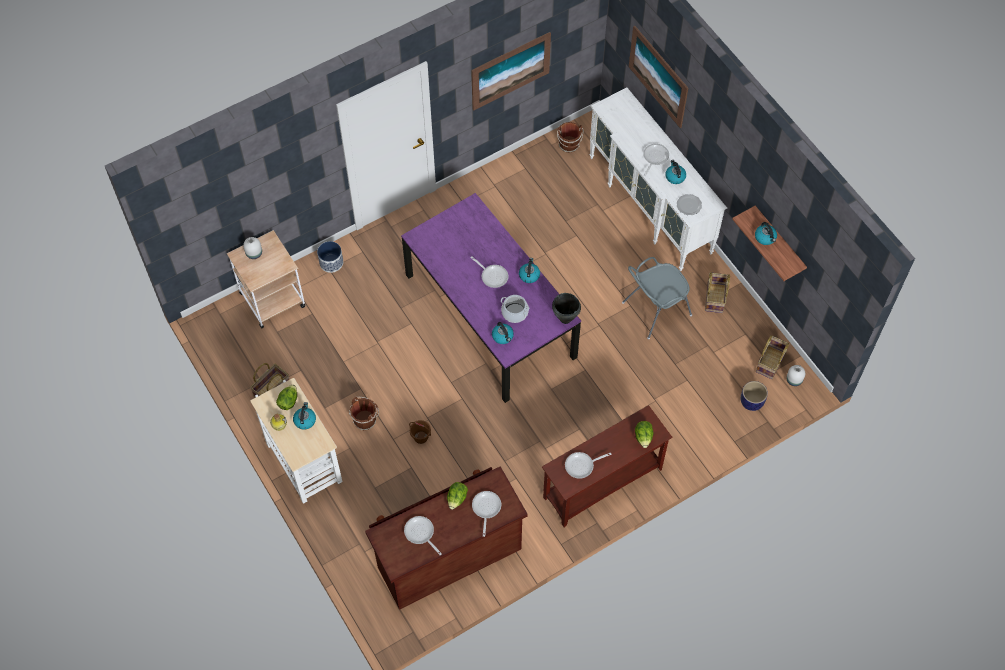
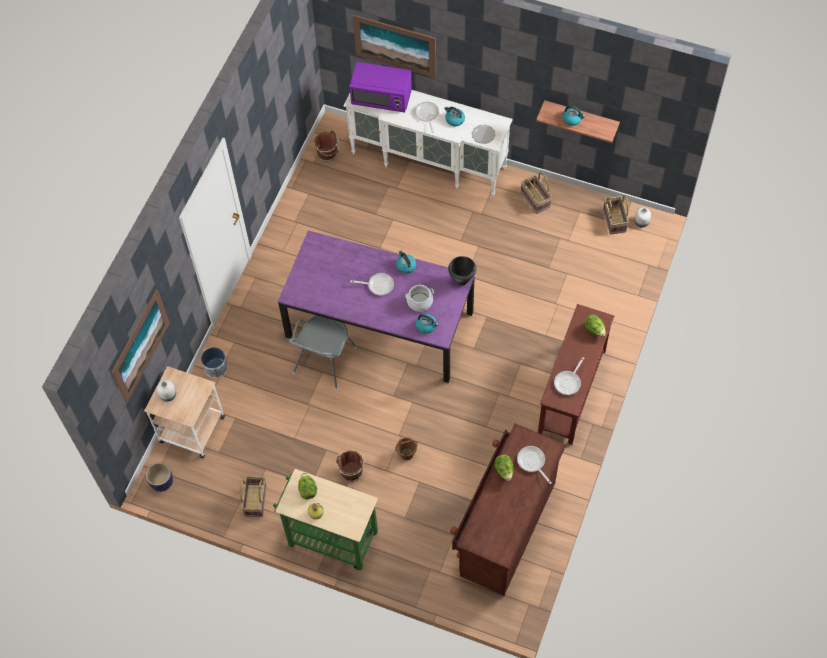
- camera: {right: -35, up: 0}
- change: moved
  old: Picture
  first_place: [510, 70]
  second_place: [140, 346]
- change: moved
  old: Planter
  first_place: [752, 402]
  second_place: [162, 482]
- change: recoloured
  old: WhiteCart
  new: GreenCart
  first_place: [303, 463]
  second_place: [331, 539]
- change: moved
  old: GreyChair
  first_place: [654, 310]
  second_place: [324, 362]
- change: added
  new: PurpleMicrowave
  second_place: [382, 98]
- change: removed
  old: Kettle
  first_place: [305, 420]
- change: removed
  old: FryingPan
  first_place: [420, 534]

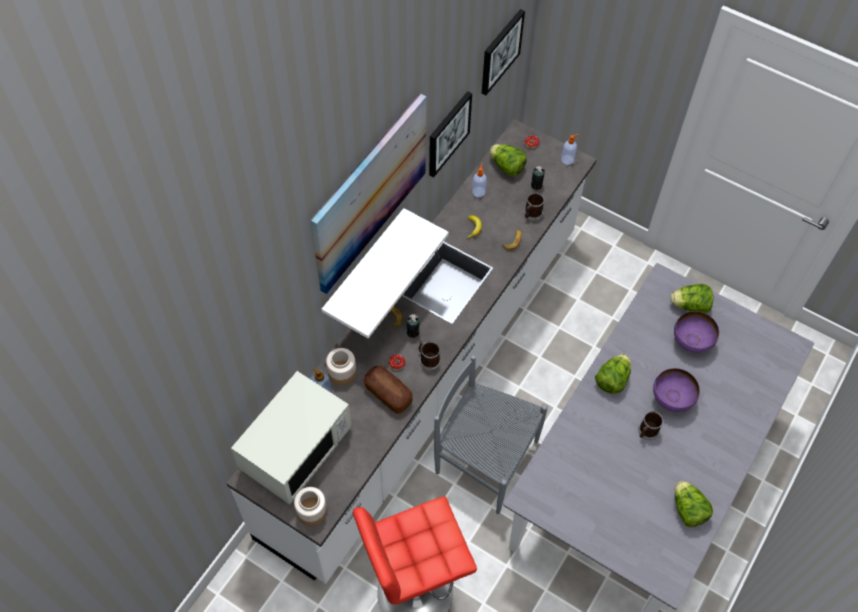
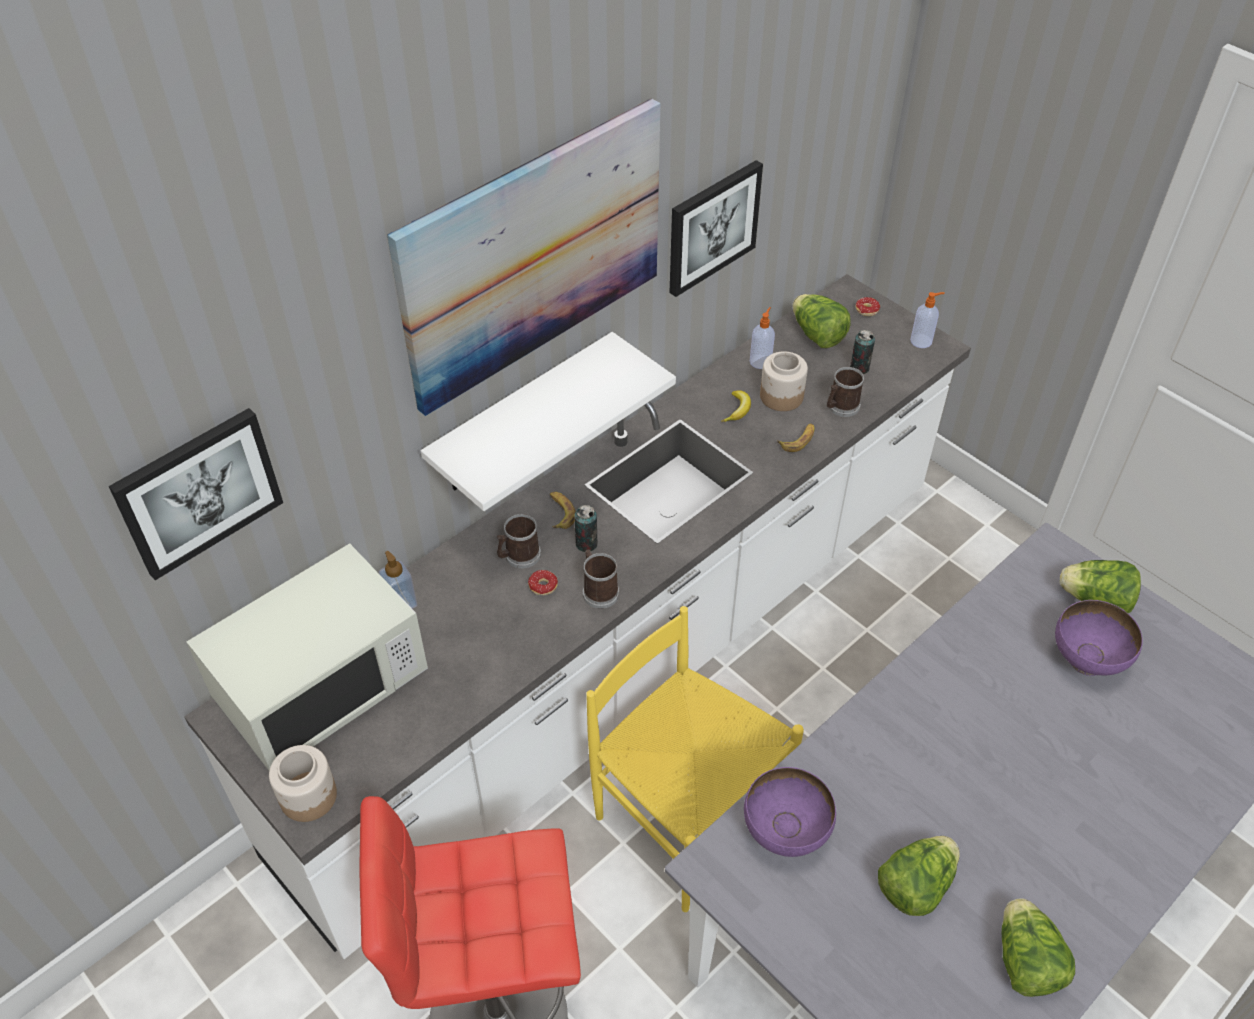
- camera: {right: 15, up: -10}
- change: moved
  old: Picture
  first_place: [500, 51]
  second_place: [198, 491]
- change: moved
  old: Mug
  first_place: [647, 432]
  second_place: [519, 556]
- change: recoloured
  old: GreyChair
  new: YellowChair
  first_place: [484, 459]
  second_place: [686, 814]
- change: moved
  old: PurpleBowl
  first_place: [671, 400]
  second_place: [784, 832]
- change: moved
  old: Jar
  first_place: [342, 372]
  second_place: [782, 396]
- change: moved
  old: Lettuce
  first_place: [612, 380]
  second_place: [915, 885]
- change: removed
  old: Bread
  first_place: [388, 394]

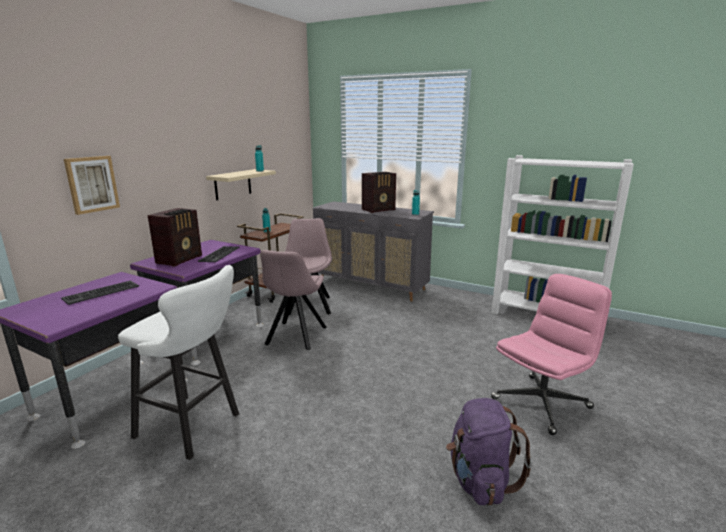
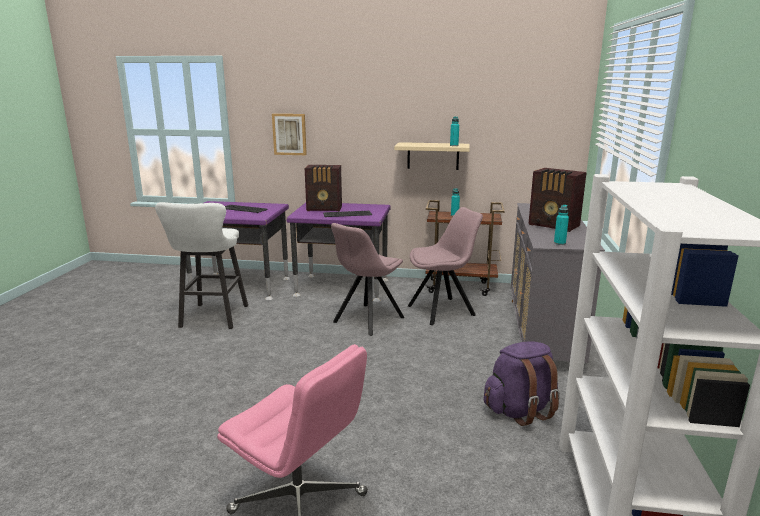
- camera: {right: 70, up: 0}
- change: turned
  old: PinkChair
  first_place: [295, 336]
  second_place: [367, 319]
  degrees: -45
- change: moved
  old: PurpleBackpack
  first_place: [480, 480]
  second_place: [520, 410]

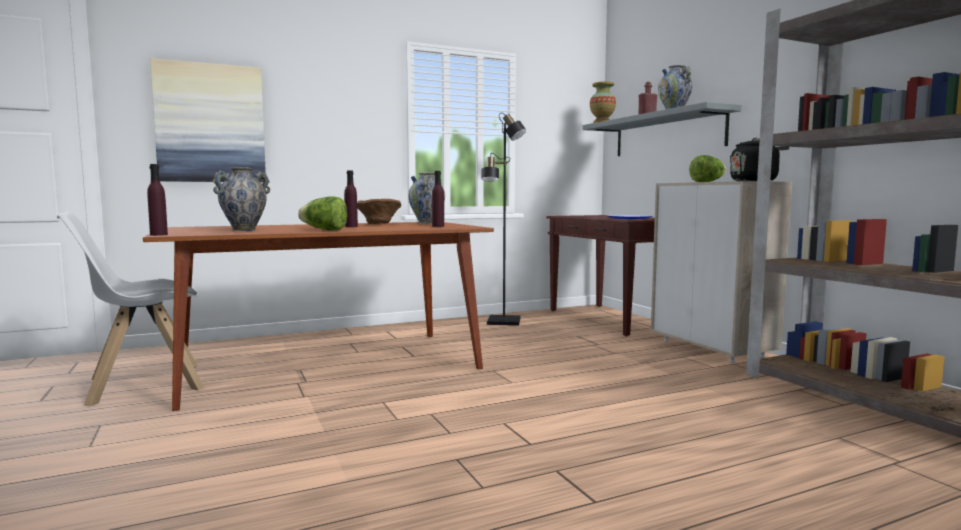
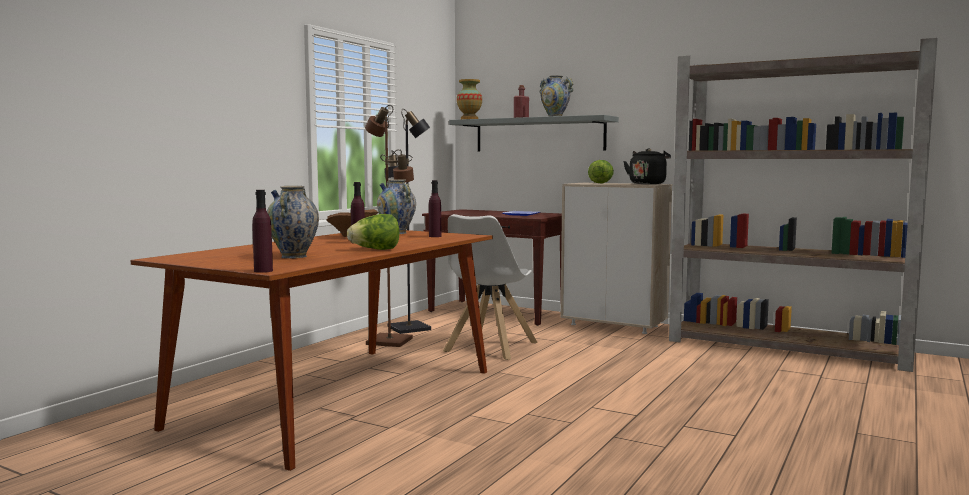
- camera: {right: -35, up: 0}
- change: added
  new: BrownFloorLamp
  second_place: [389, 341]
- change: moved
  old: Chair
  first_place: [141, 385]
  second_place: [489, 348]
- change: removed
  old: Picture
  first_place: [210, 123]

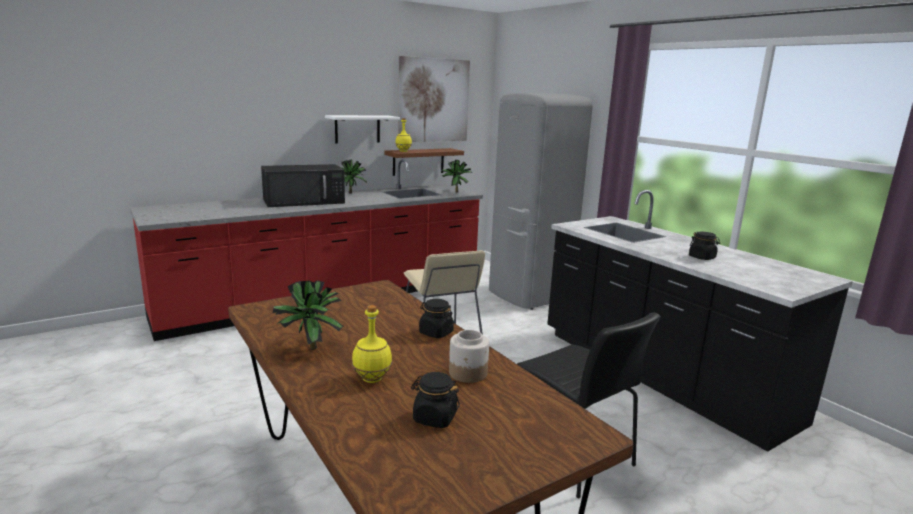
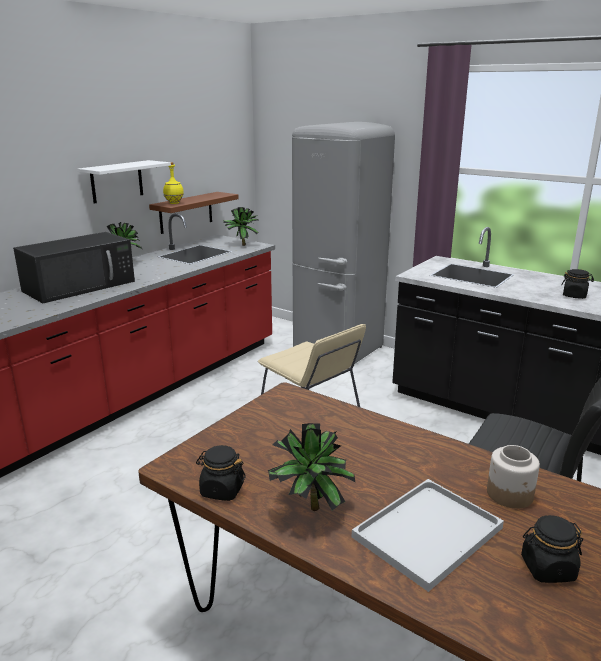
- camera: {right: -20, up: 5}
- change: moved
  old: BlackJar
  first_place: [435, 333]
  second_place: [221, 490]
- change: replaced
  old: YellowBottle
  new: WhiteTray
  first_place: [371, 379]
  second_place: [427, 534]
- change: removed
  old: Picture
  first_place: [433, 100]

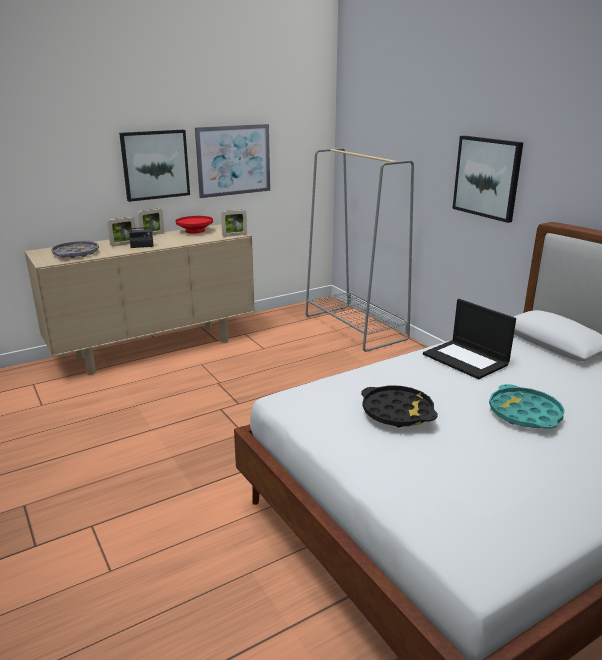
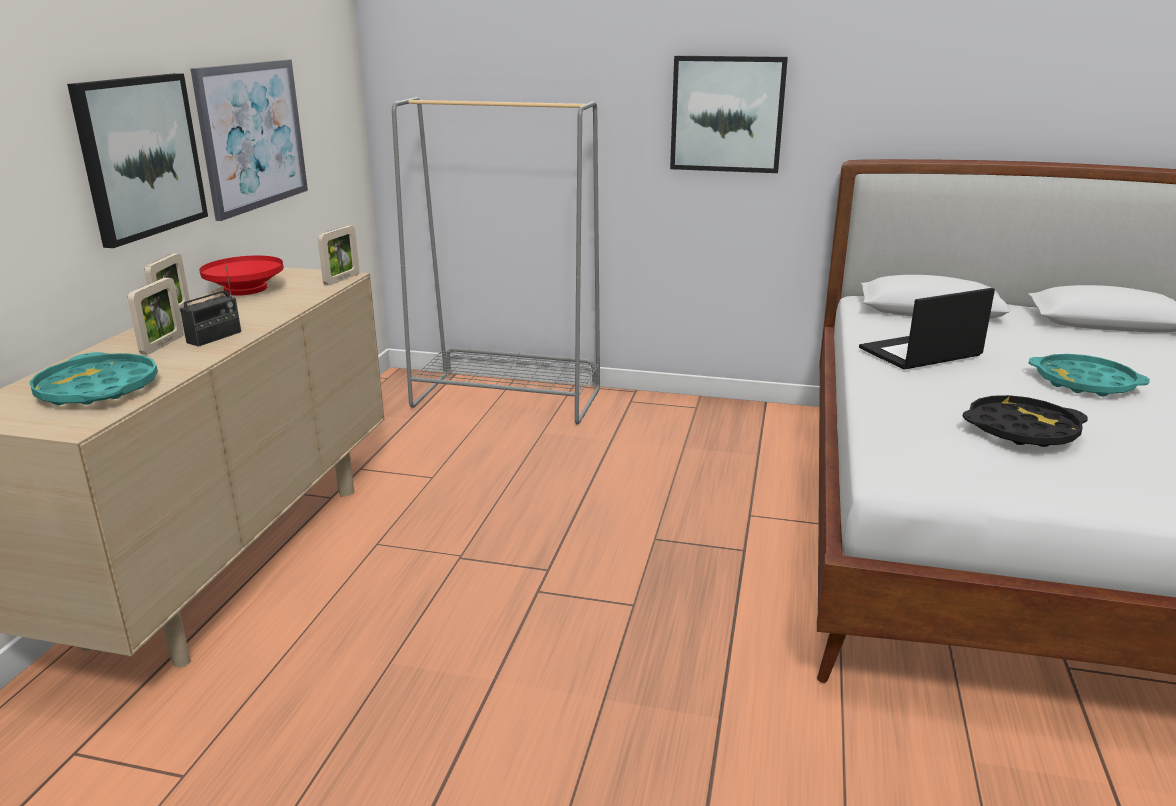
- camera: {right: -45, up: 0}
- change: recoloured
  old: GreyTray
  new: TurquoiseTray
  first_place: [76, 253]
  second_place: [98, 389]
- change: turned
  old: Laptop
  first_place: [466, 359]
  second_place: [919, 353]
  degrees: 150

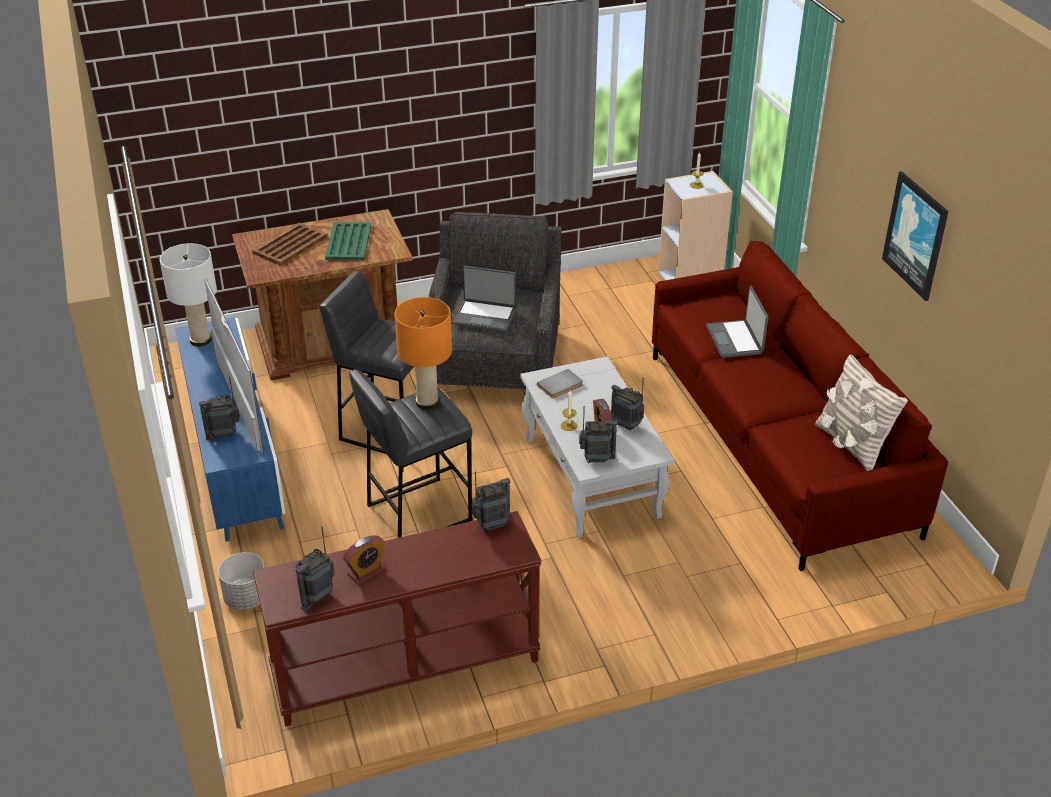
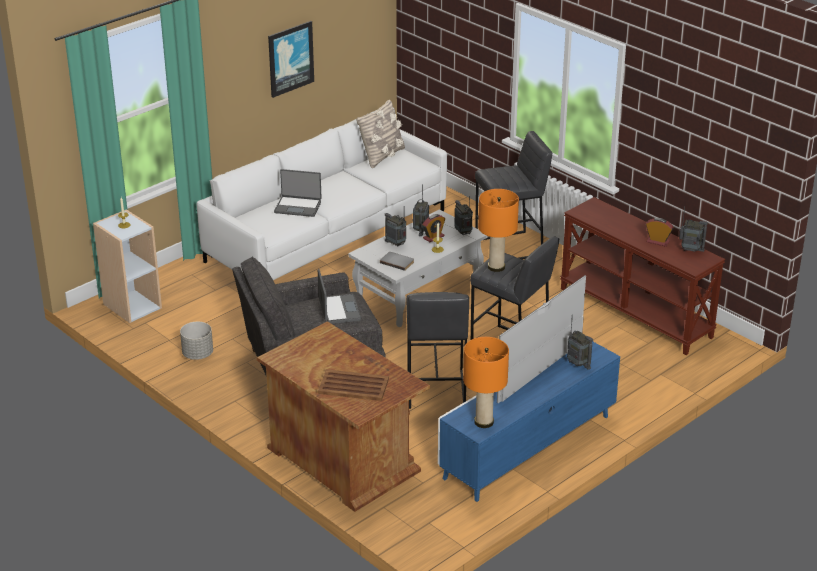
- camera: {right: -115, up: -5}
- change: moved
  old: GreyPlanter
  first_place: [246, 598]
  second_place: [198, 354]
- change: recoloured
  old: RedSofa
  new: WhiteSofa
  first_place: [776, 442]
  second_place: [328, 236]
- change: turned
  old: Laptop
  first_place: [735, 340]
  second_place: [298, 207]
  degrees: 45
- change: moved
  old: Radio
  first_place: [492, 526]
  second_place: [396, 244]
- change: recoloured
  old: WhiteTableLamp
  new: OrangeTableLamp
  first_place: [200, 340]
  second_place: [484, 422]
- change: added
  new: GreyStool
  second_place: [510, 248]
- change: removed
  old: GreenTray
  first_place: [349, 242]

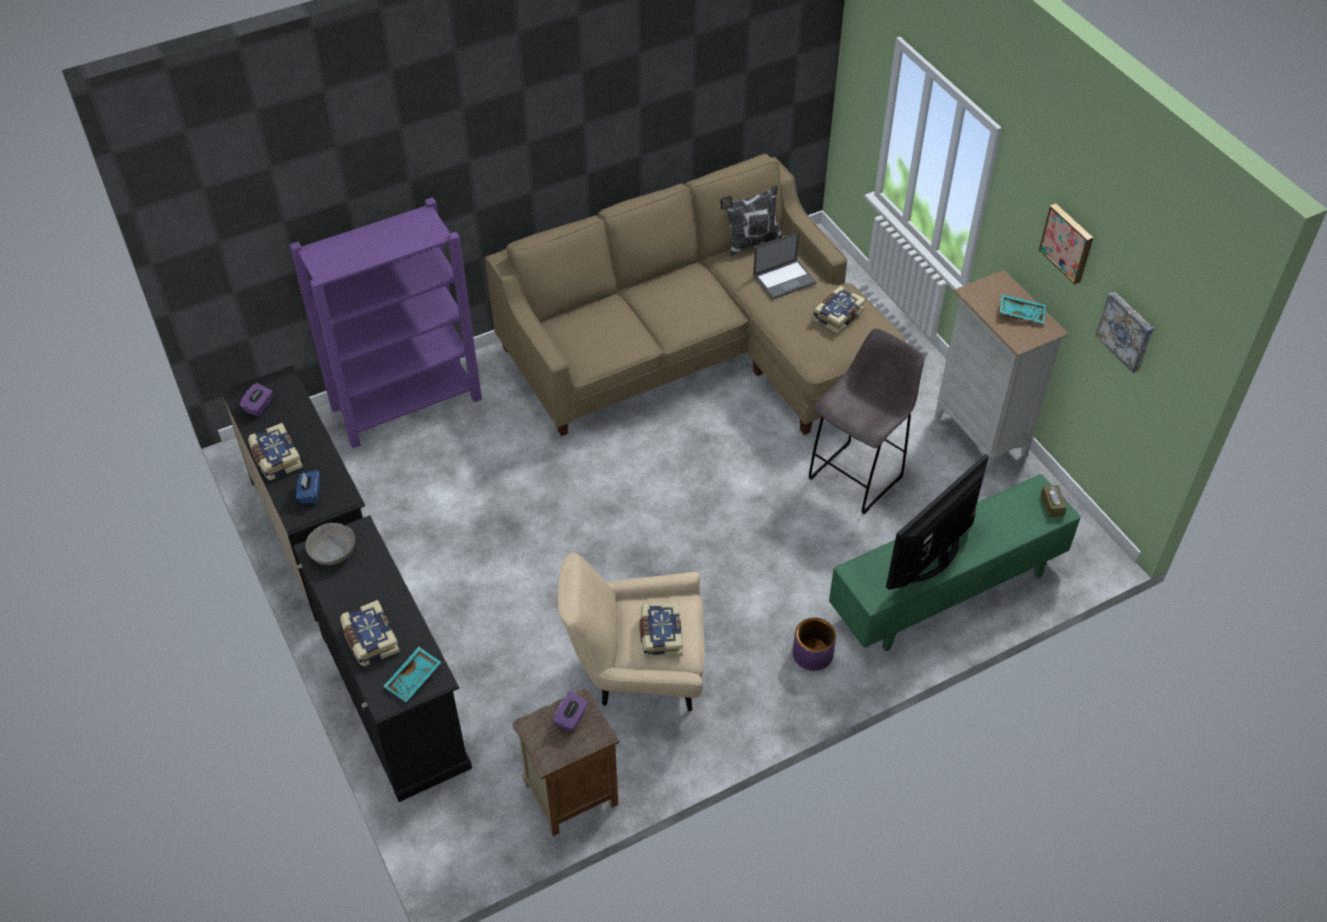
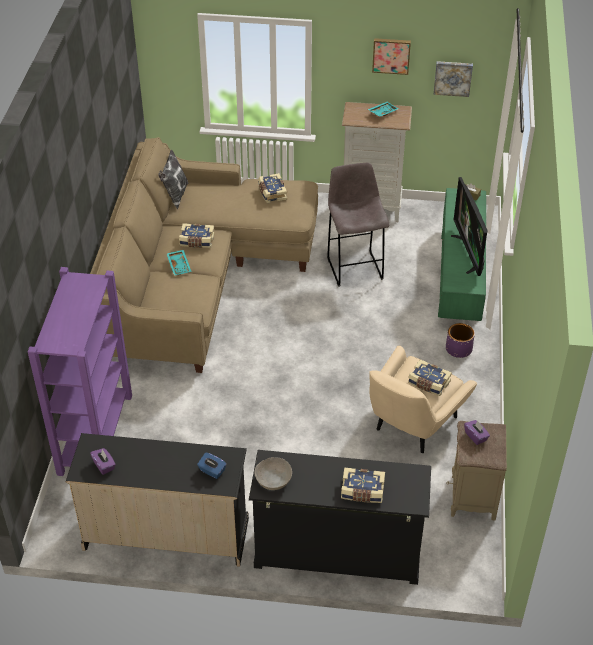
- camera: {right: -55, up: -5}
- change: moved
  old: TurquoiseTray
  first_place: [414, 679]
  second_place: [179, 265]
- change: moved
  old: Book
  first_place: [275, 458]
  second_place: [197, 241]
- change: removed
  old: Laptop
  first_place: [785, 279]

